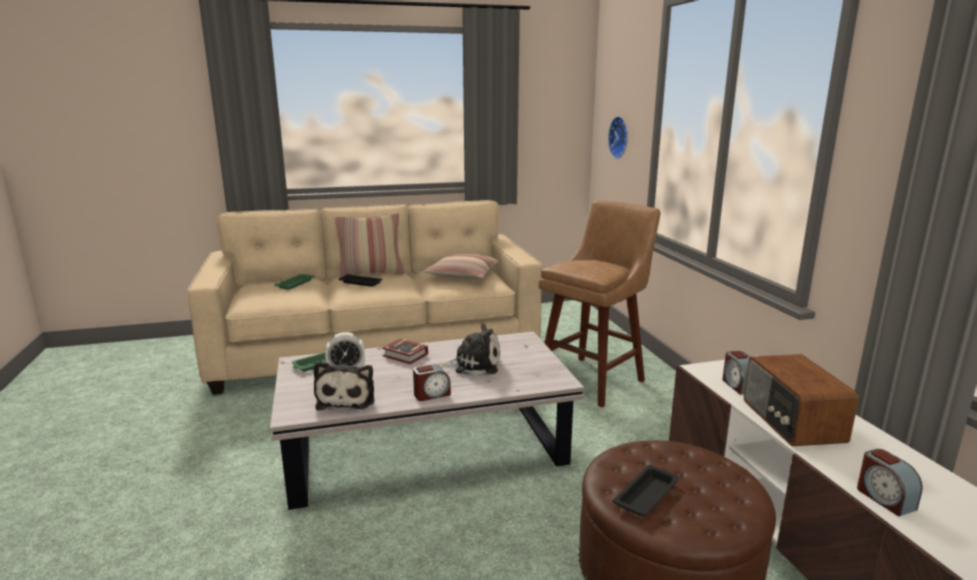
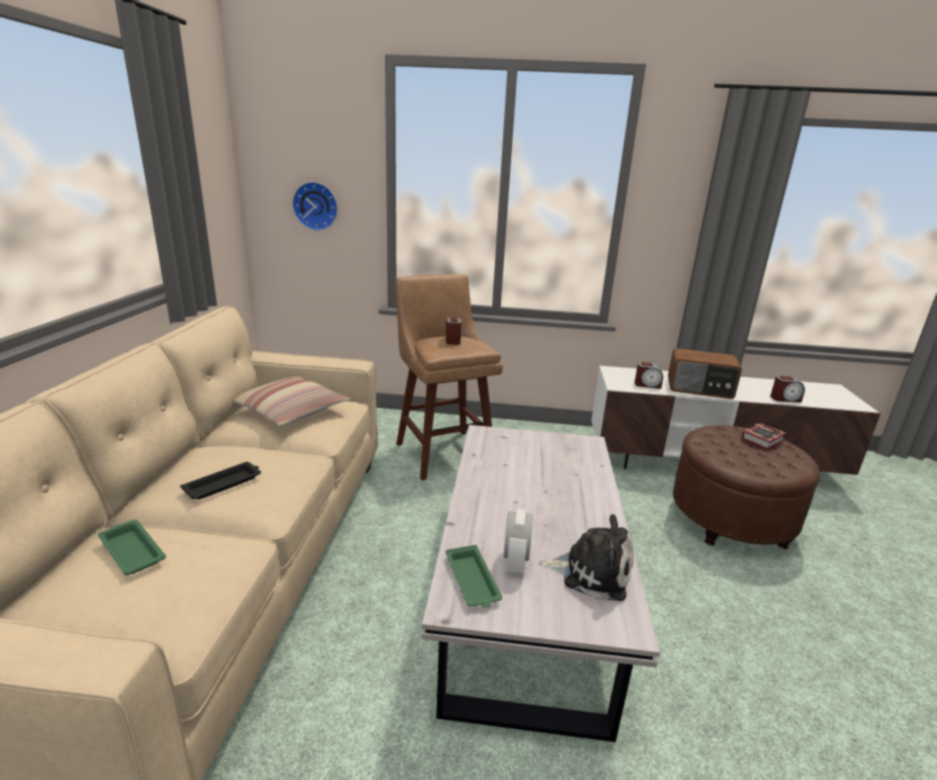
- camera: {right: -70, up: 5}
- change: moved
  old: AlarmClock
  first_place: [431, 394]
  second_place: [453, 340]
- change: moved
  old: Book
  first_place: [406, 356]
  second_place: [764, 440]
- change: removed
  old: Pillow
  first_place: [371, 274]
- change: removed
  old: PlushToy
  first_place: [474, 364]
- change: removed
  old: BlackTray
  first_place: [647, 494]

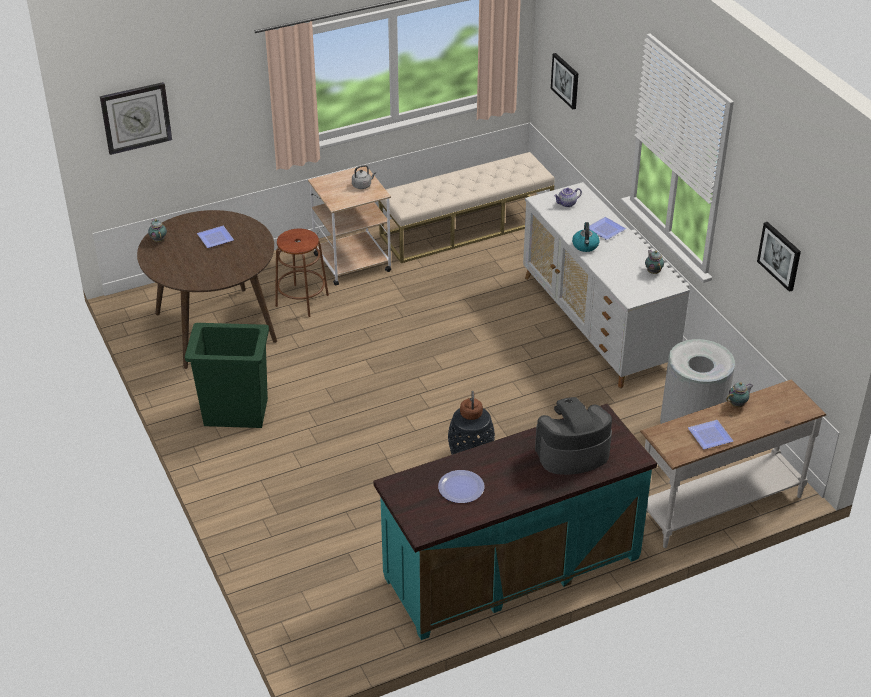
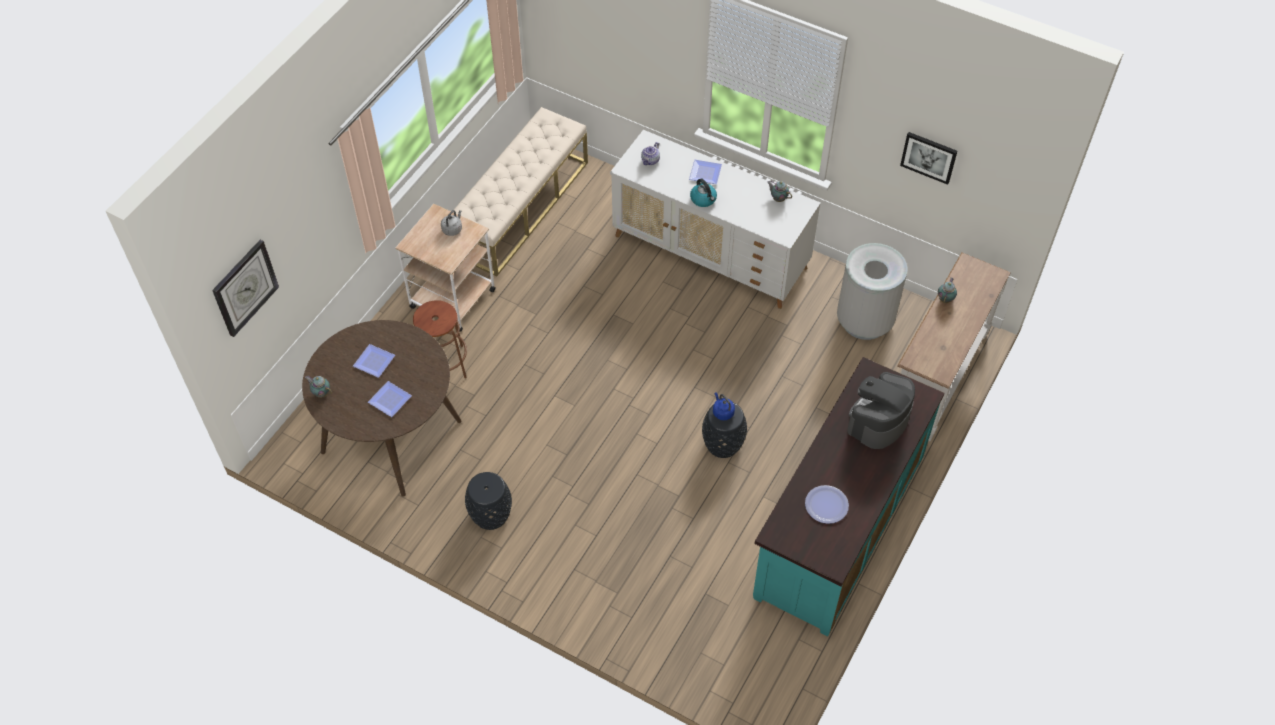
- camera: {right: -35, up: 15}
- change: moved
  old: Plate
  first_place: [711, 436]
  second_place: [391, 400]
- change: replaced
  old: GreenTrashCan
  new: BlackStool
  first_place: [235, 412]
  second_place: [490, 515]
- change: recoloured
  old: BrownKettle
  new: BlueKettle
  first_place: [471, 413]
  second_place: [722, 412]
- change: removed
  old: Picture
  first_place: [565, 80]

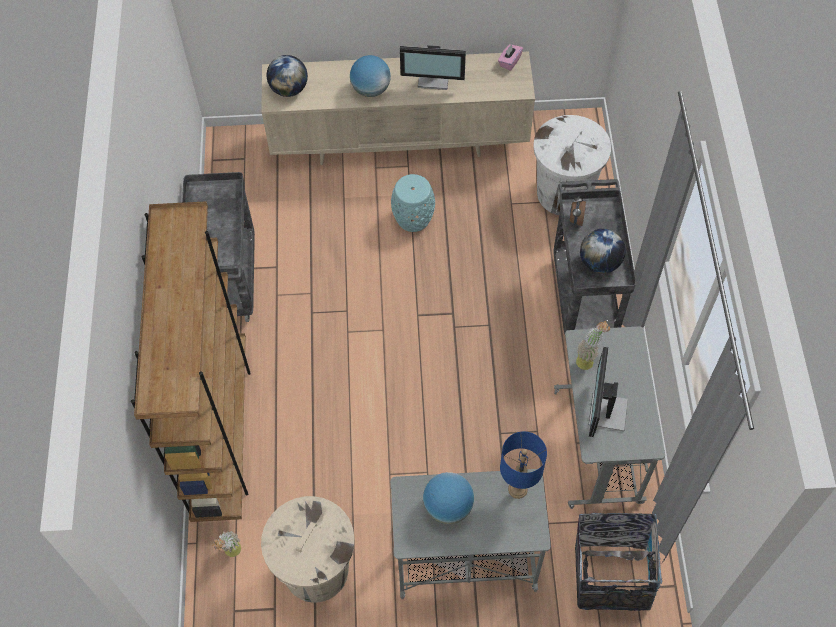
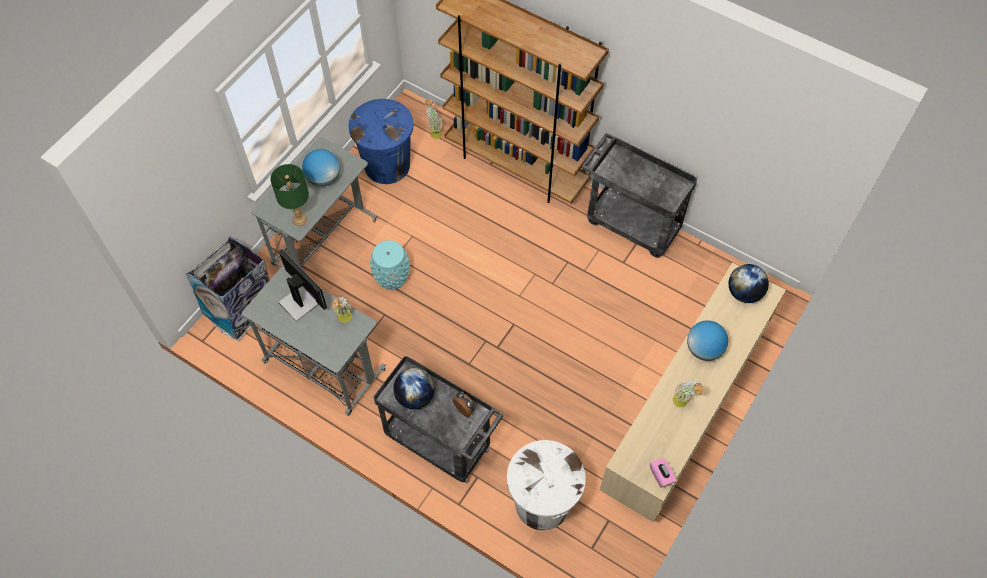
- camera: {right: 125, up: 0}
- change: recoloured
  old: BlueTableLamp
  new: GreenTableLamp
  first_place: [517, 489]
  second_place: [299, 219]
- change: recoloured
  old: BeigeTrashCan
  new: BlueTrashCan
  first_place: [315, 570]
  second_place: [387, 165]
- change: moved
  old: TurquoiseStool
  first_place: [413, 218]
  second_place: [392, 277]
- change: replaced
  old: Monitor
  new: PottedPlant
  first_place: [434, 79]
  second_place: [683, 403]

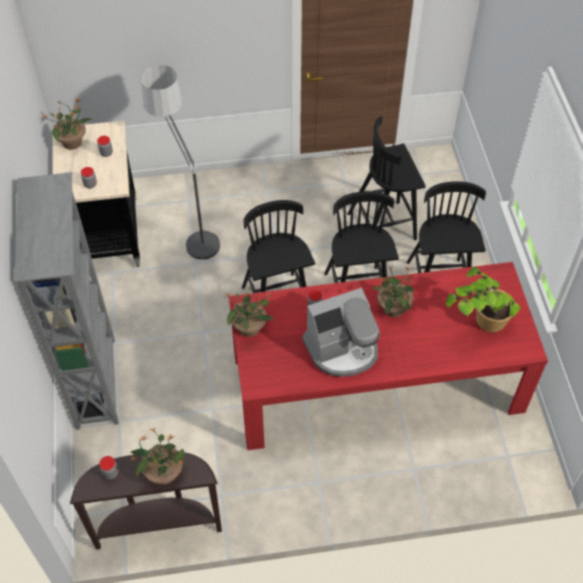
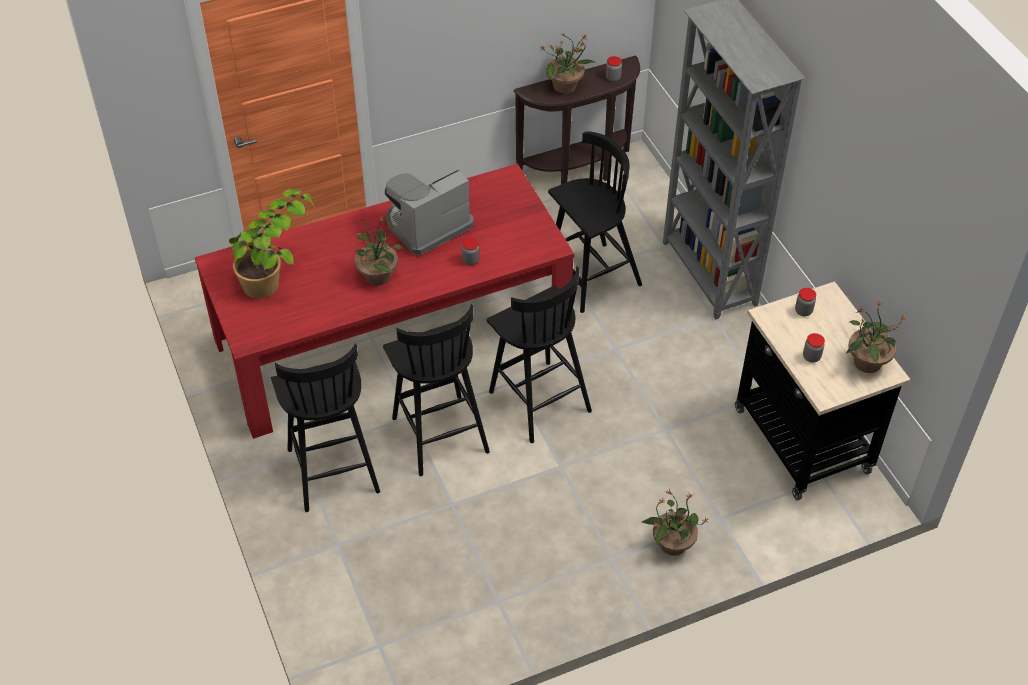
- camera: {right: 165, up: -5}
- change: moved
  old: BlackStool
  first_place: [384, 225]
  second_place: [590, 279]
- change: moved
  old: PottedPlant
  first_place: [249, 328]
  second_place: [672, 544]
- change: removed
  old: FloorLamp
  first_place: [189, 228]

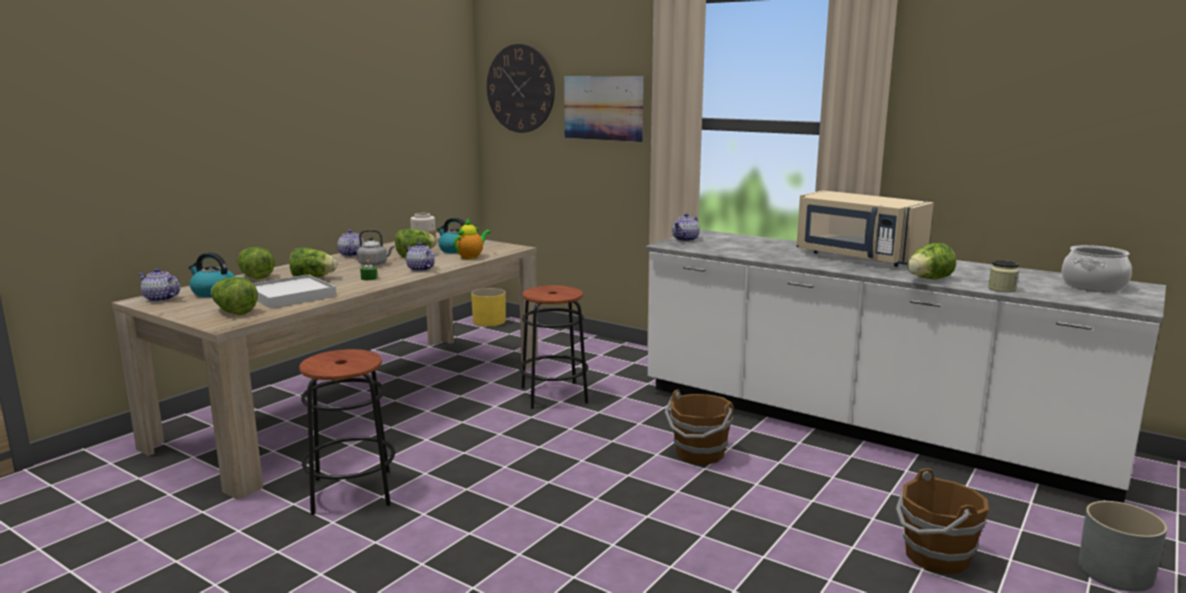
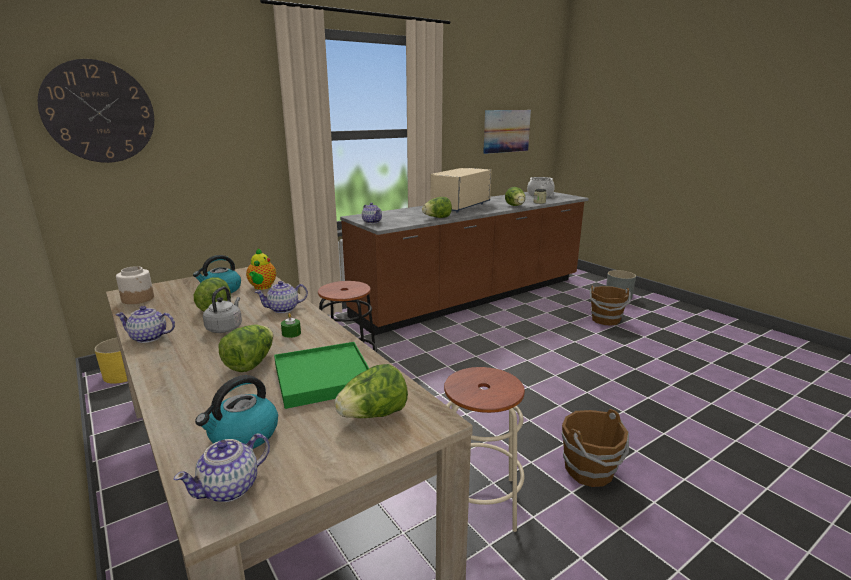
- camera: {right: -70, up: 5}
- change: turned
  old: Teapot
  first_place: [471, 257]
  second_place: [262, 287]
  degrees: -150
- change: recoloured
  old: WhiteTray
  new: GreenTray
  first_place: [290, 295]
  second_place: [323, 378]
- change: recoloured
  old: WhiteCounter
  new: BrownCounter
  first_place: [864, 426]
  second_place: [472, 298]
- change: moved
  old: Lettuce
  first_place: [255, 277]
  second_place: [437, 218]
- change: turned
  old: BeigeMicrowave
  first_place: [857, 257]
  second_place: [459, 206]
  degrees: 150
- change: recoloured
  old: BlackStool
  new: BeigeStool
  first_place: [352, 492]
  second_place: [478, 501]
- change: moved
  old: Picture
  first_place: [603, 108]
  second_place: [506, 131]
- change: moved
  old: BrownBucket
  first_place: [699, 454]
  second_place: [590, 471]

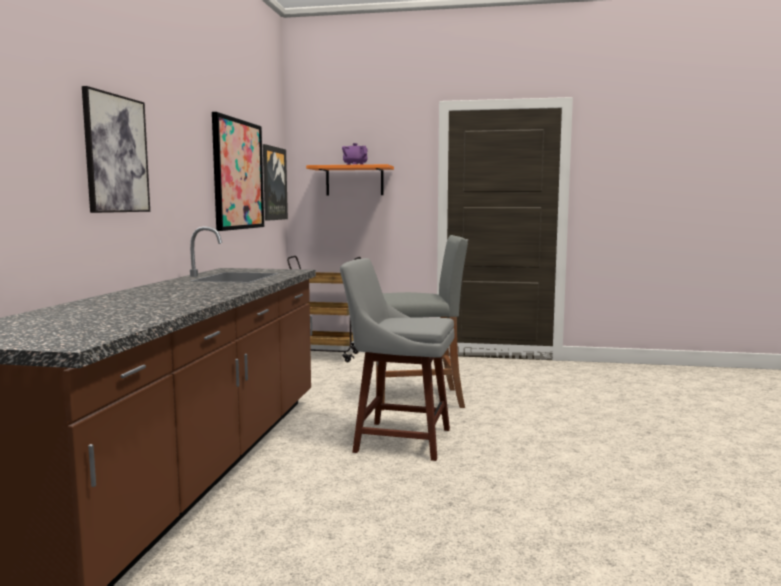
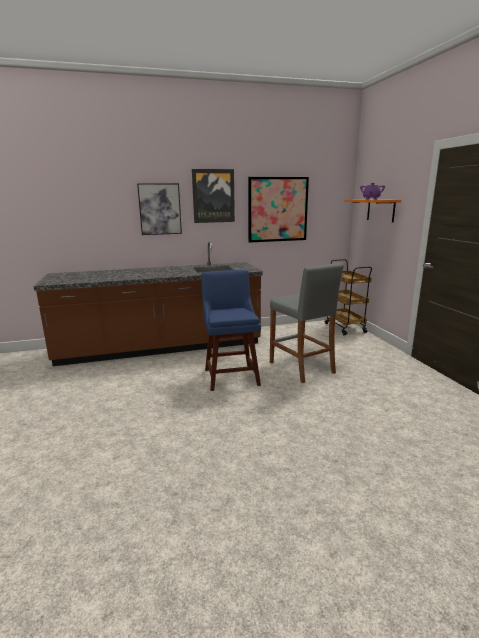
- camera: {right: 65, up: 10}
- change: moved
  old: Picture
  first_place: [273, 183]
  second_place: [213, 196]
- change: recoloured
  old: GreyStool
  new: BlueStool
  first_place: [398, 439]
  second_place: [231, 376]

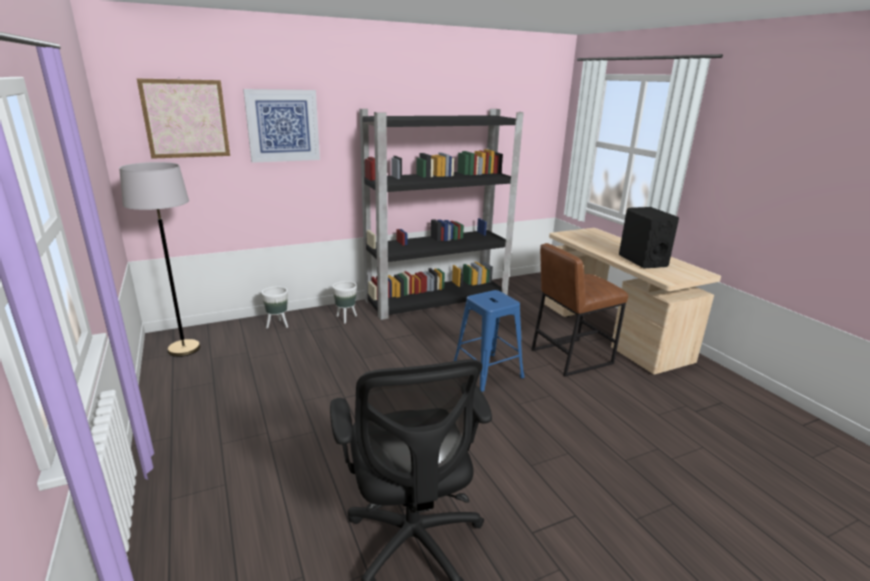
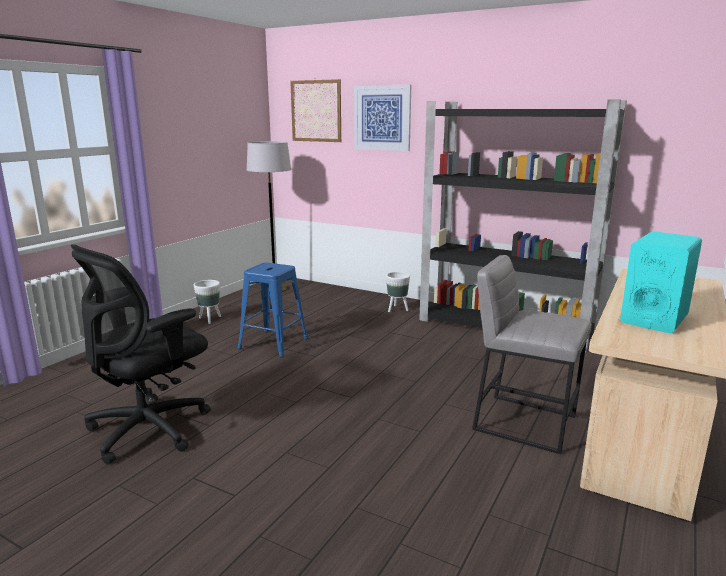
- camera: {right: 55, up: -5}
- change: moved
  old: WhitePlanter
  first_place: [278, 325]
  second_place: [209, 319]
- change: moved
  old: BlueStool
  first_place: [487, 372]
  second_place: [273, 343]
- change: recoloured
  old: BrownChair
  new: GreyChair
  first_place: [570, 357]
  second_place: [522, 422]
- change: recoloured
  old: BlackSpeaker
  new: TurquoiseSpeaker
  first_place: [642, 260]
  second_place: [654, 318]

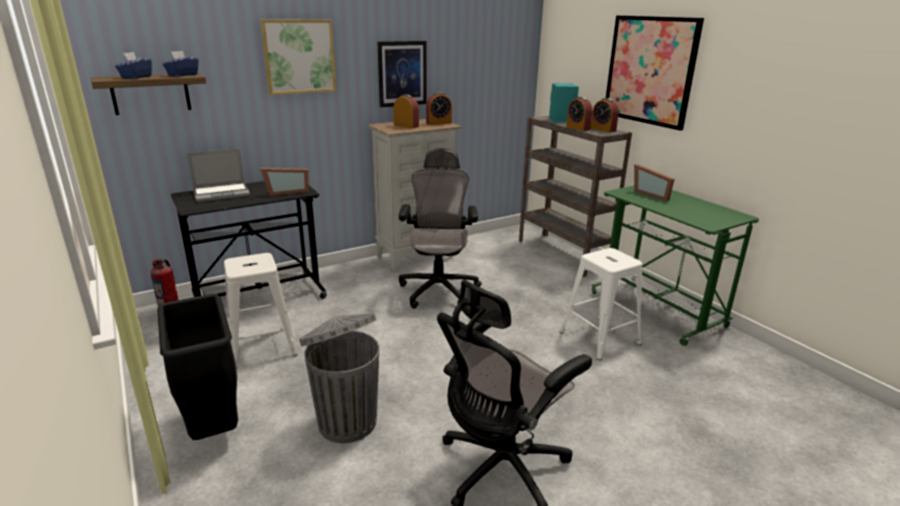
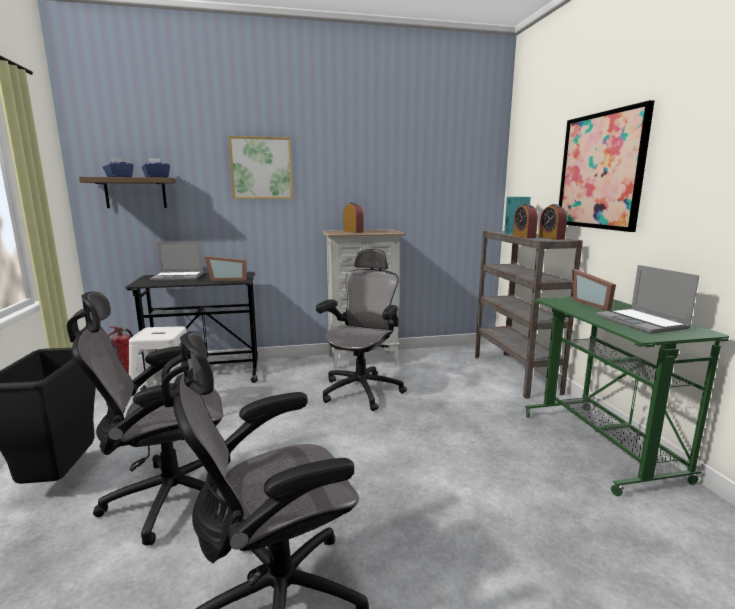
- camera: {right: 20, up: -10}
- change: replaced
  old: GreyTrashCan
  new: OfficeChair
  first_place: [346, 421]
  second_place: [171, 498]
- change: added
  new: Laptop
  second_place: [642, 323]
- change: removed
  old: Picture
  first_place: [402, 73]
- change: removed
  old: AlarmClock
  first_place: [438, 123]
- change: removed
  old: WhiteStool
  first_place: [599, 338]

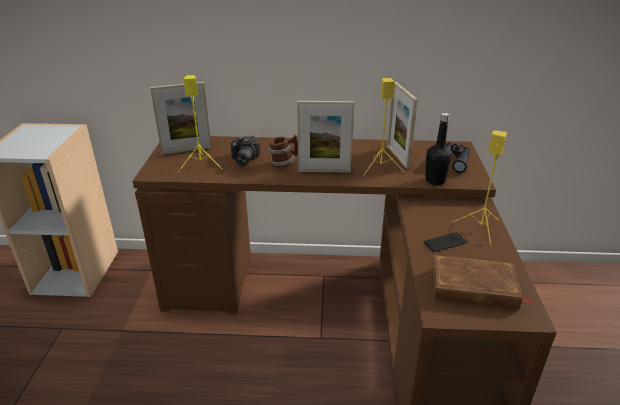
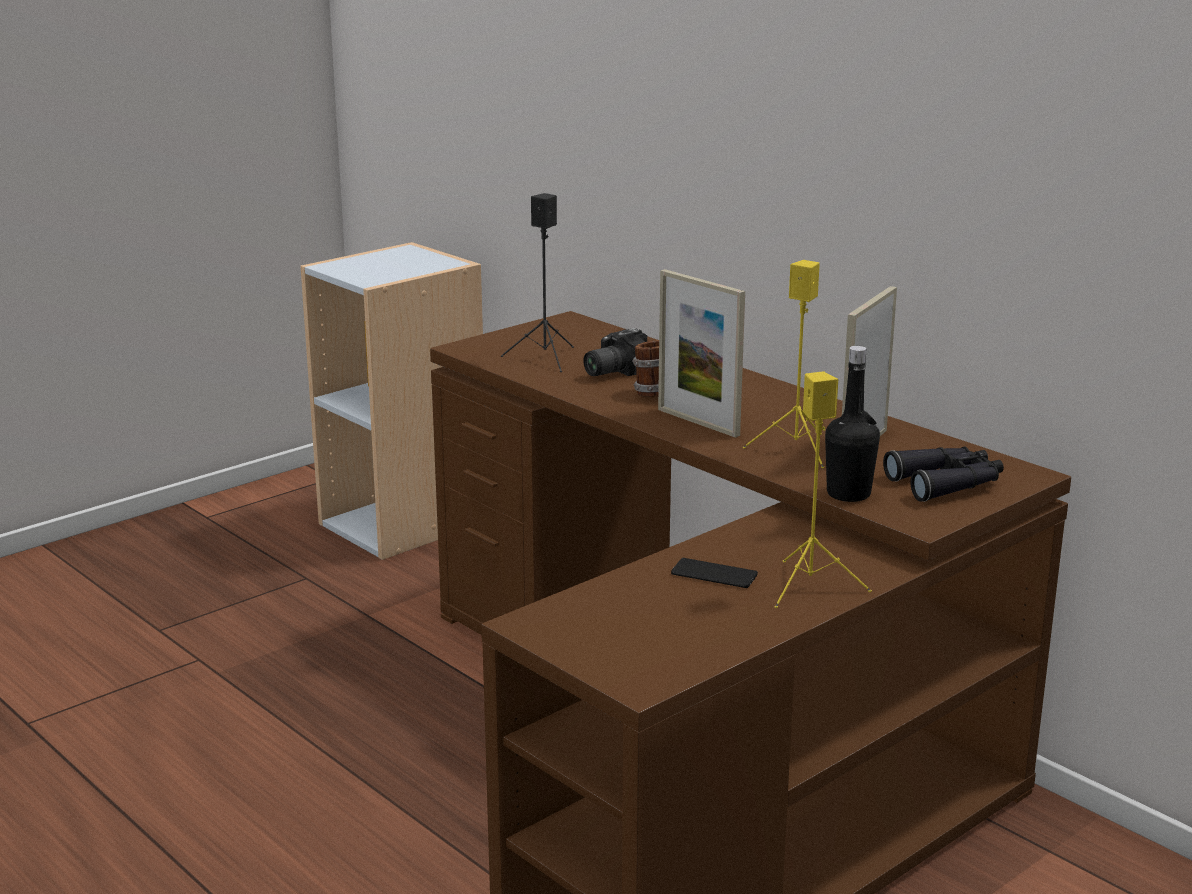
- camera: {right: 45, up: -10}
- change: recoloured
  old: YellowSpeaker
  new: BlackSpeaker
  first_place: [201, 164]
  second_place: [546, 358]
- change: removed
  old: PictureFrame
  first_place: [186, 150]
- change: removed
  old: BrownBook
  first_place: [474, 287]

